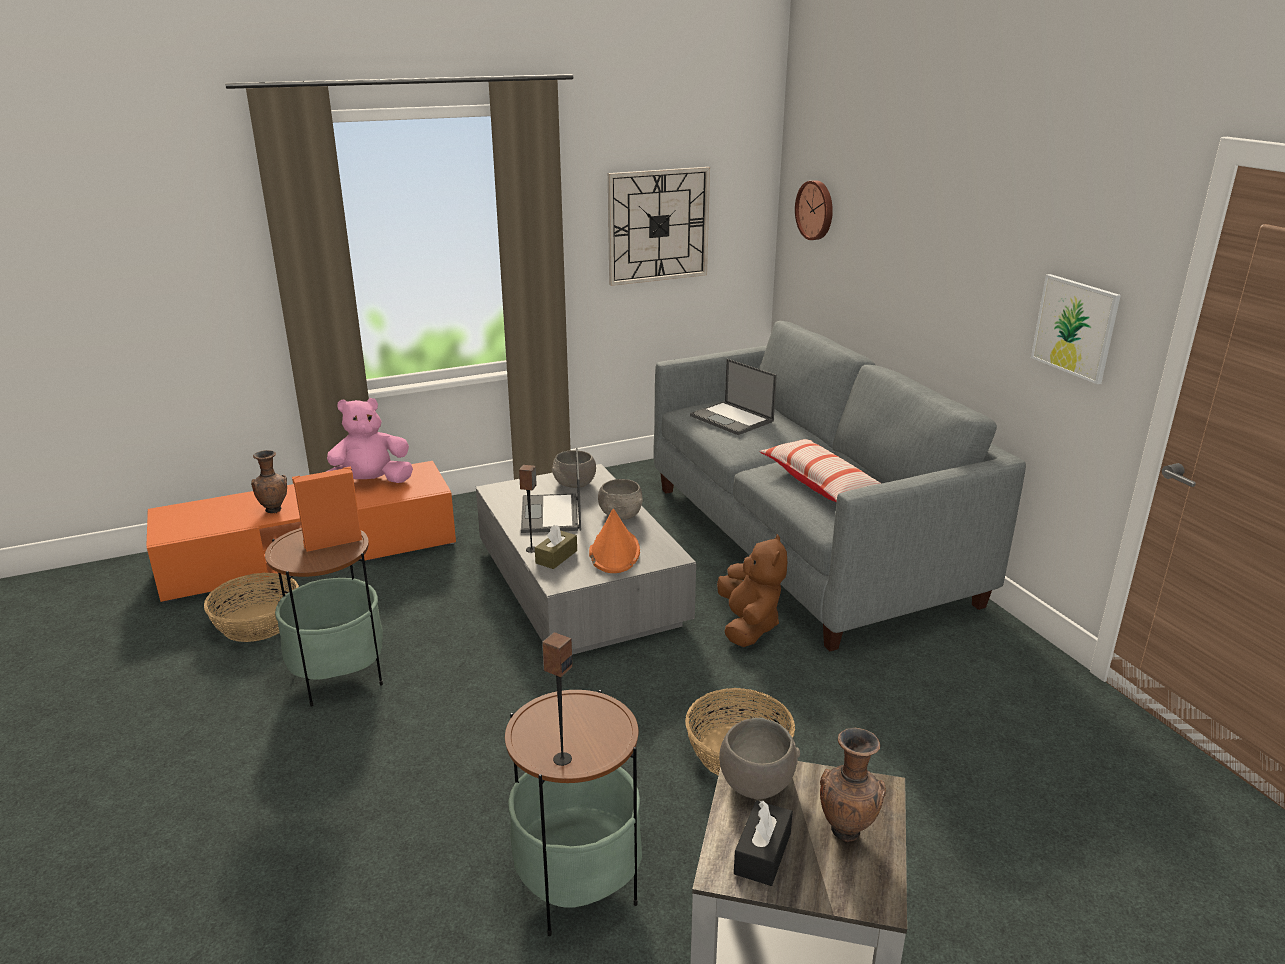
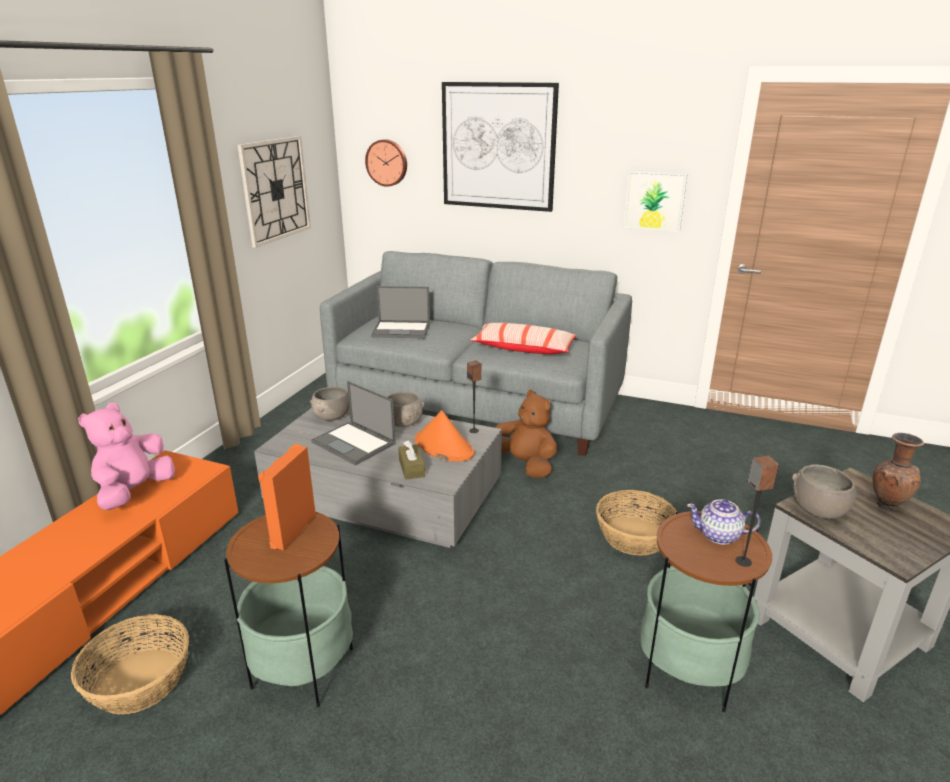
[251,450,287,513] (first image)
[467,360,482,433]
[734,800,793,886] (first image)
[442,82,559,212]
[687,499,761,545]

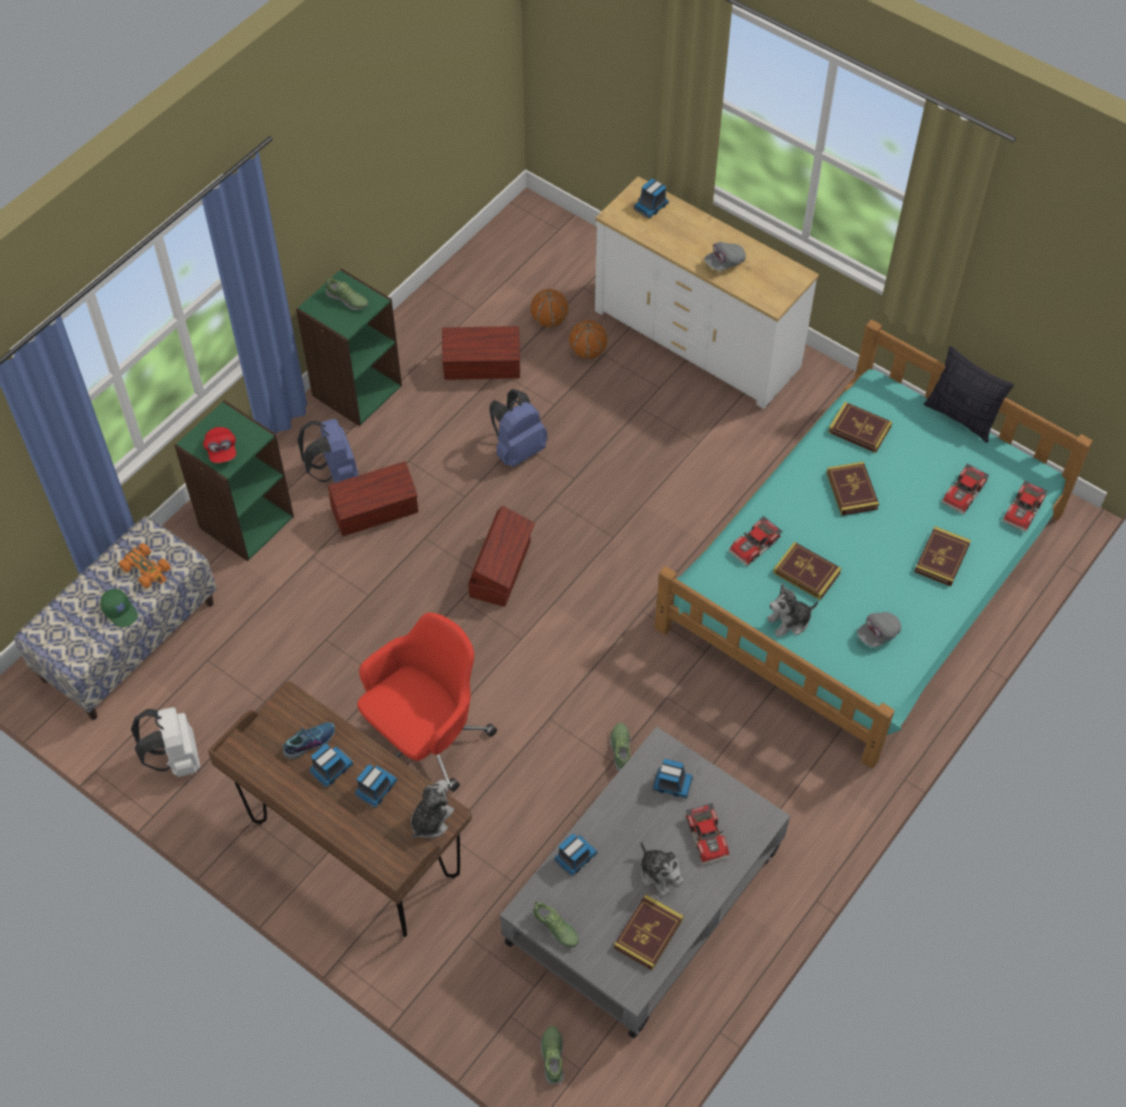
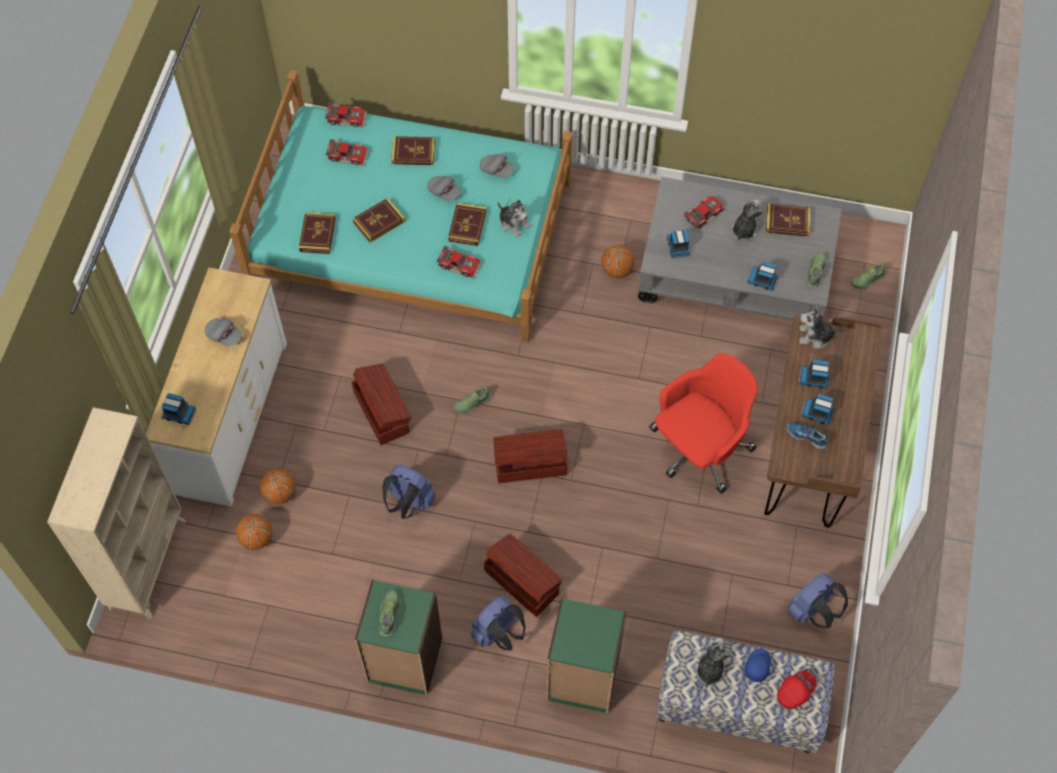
[745,648,771,682]
[695,638,732,688]
[787,573,848,628]
[777,671,817,709]
[649,353,758,494]
[352,364,411,445]
[453,387,491,414]
[924,346,1014,443] (first image)
[47,407,186,619]
[427,176,461,201]
[601,245,635,278]

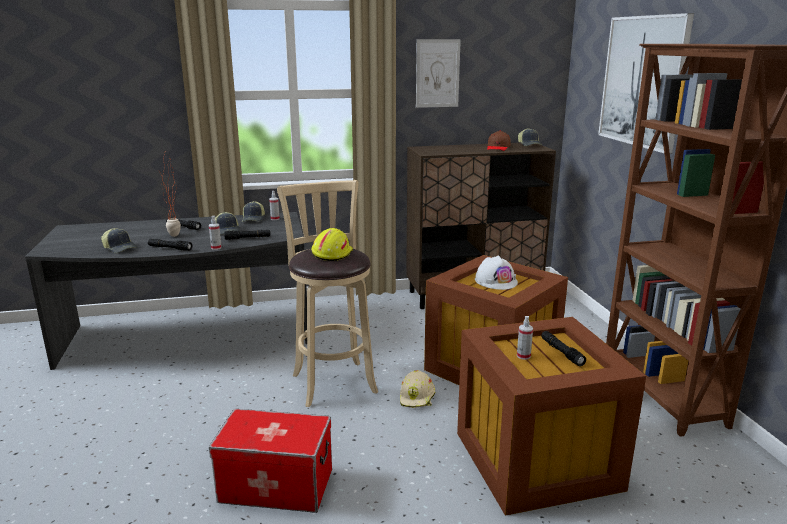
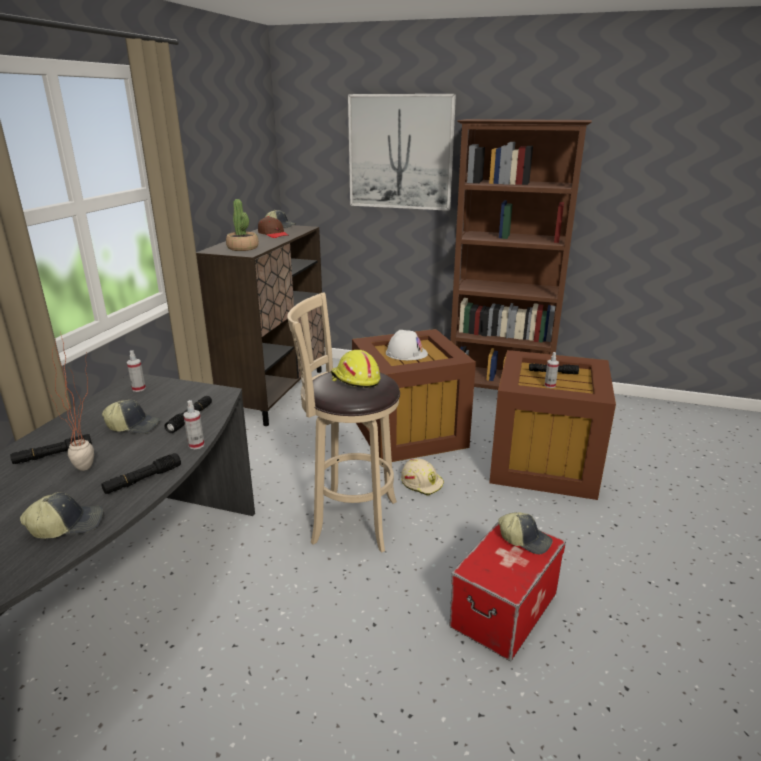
[498,512,553,554]
[416,39,461,108] (first image)
[226,199,259,251]

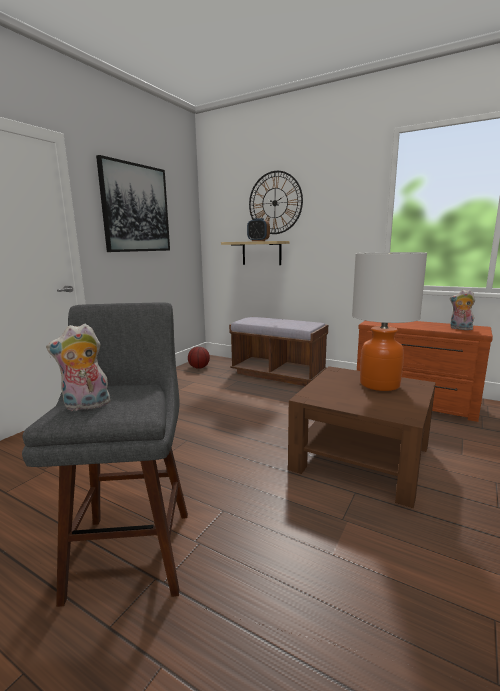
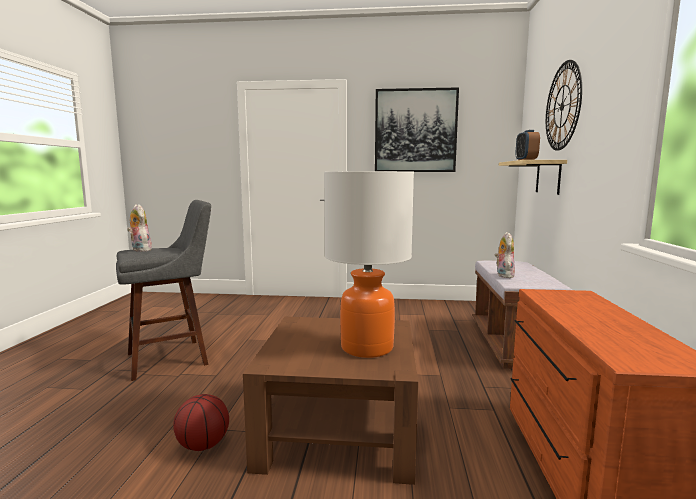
[173,394,229,451]
[495,232,515,278]

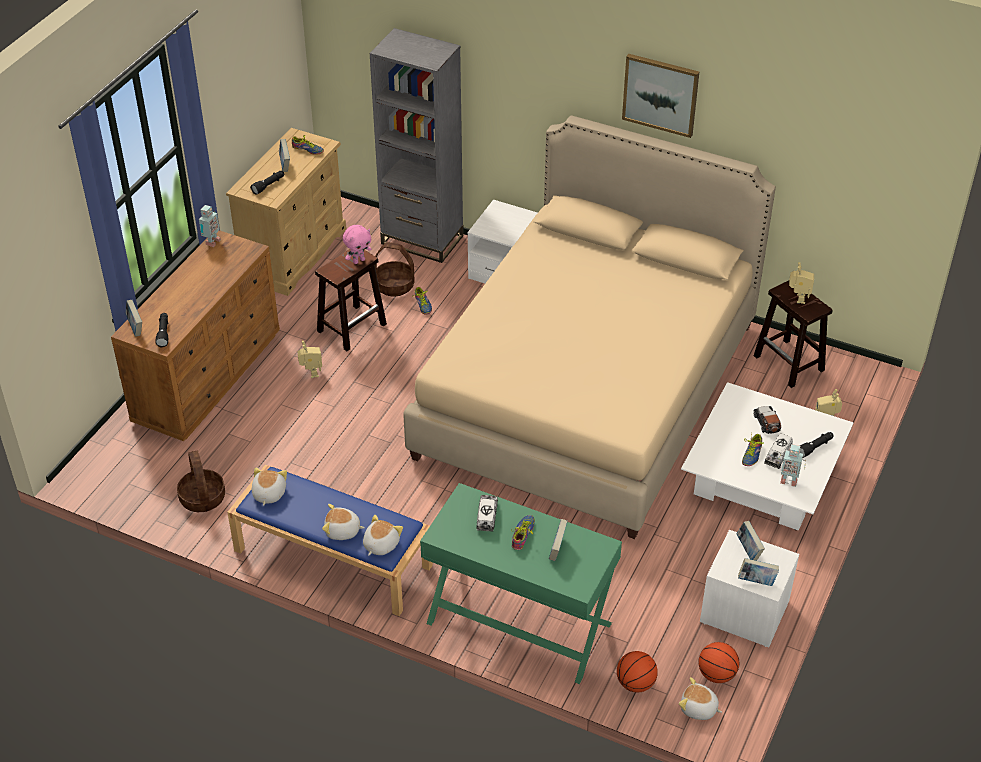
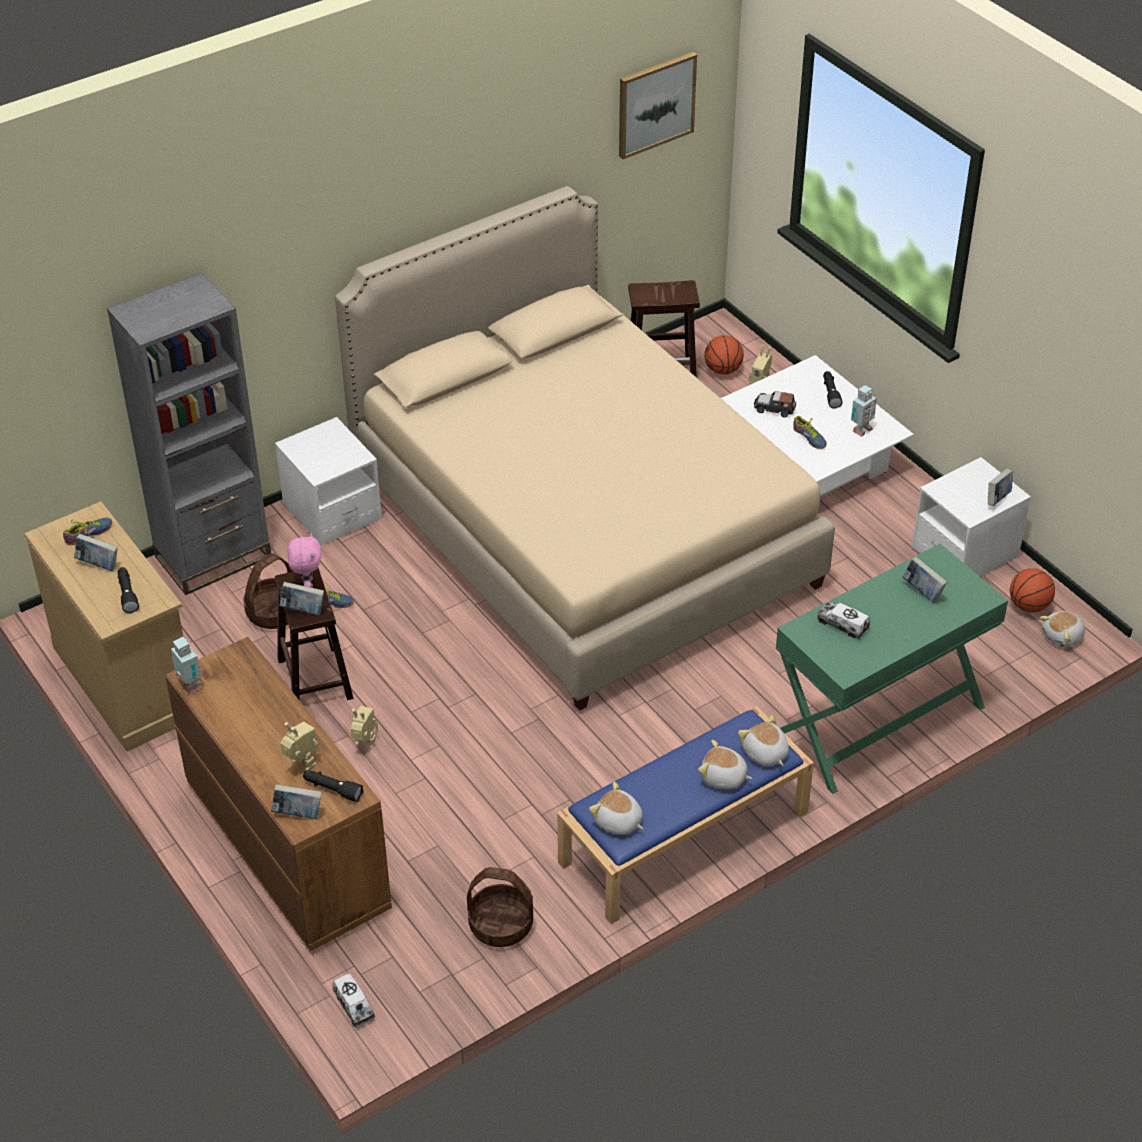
[698,740,752,789]
[511,515,535,550] (first image)
[704,335,744,375]
[619,52,697,159]
[279,582,324,615]
[332,973,375,1028]
[280,722,319,771]

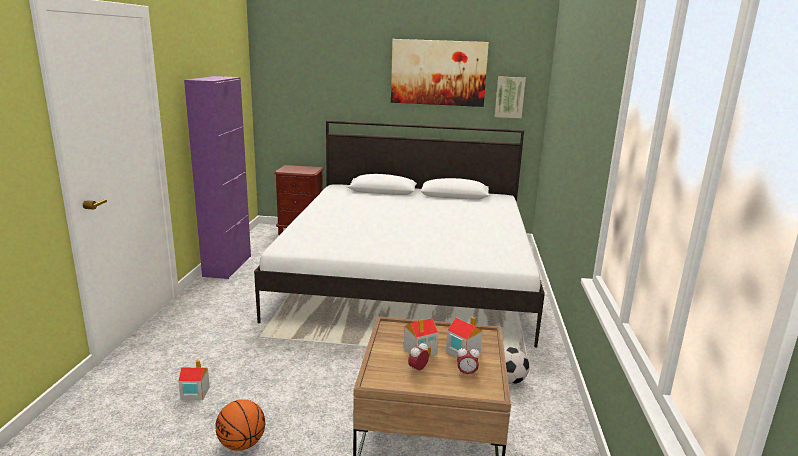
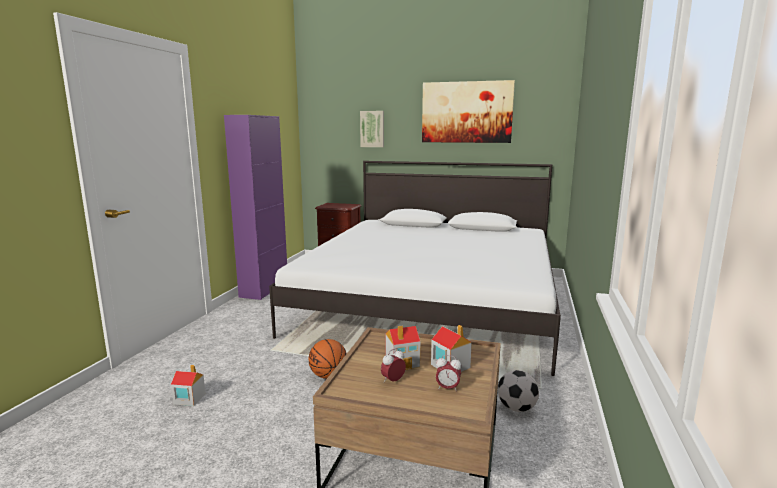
[309,339,347,379]
[360,111,384,147]

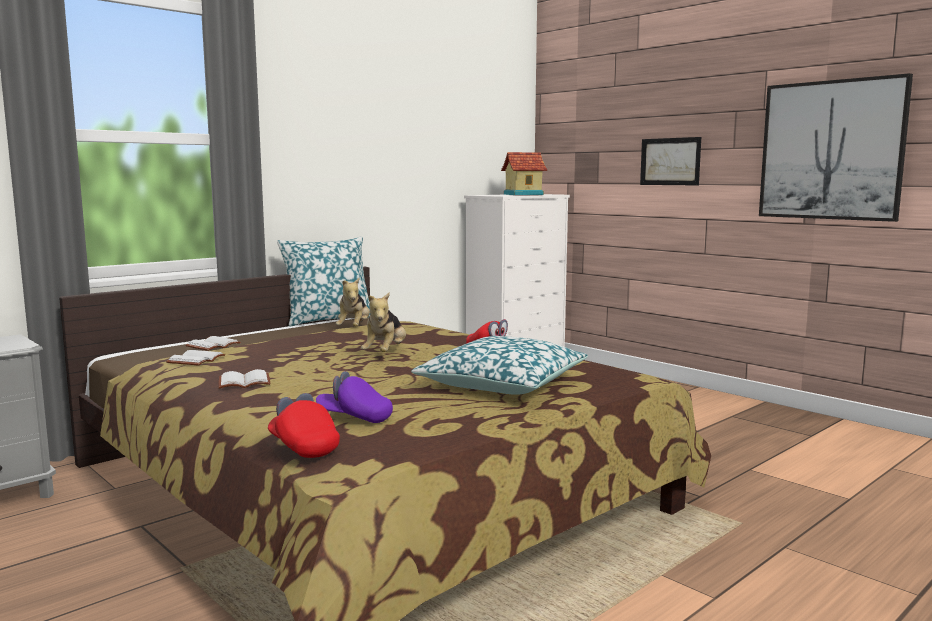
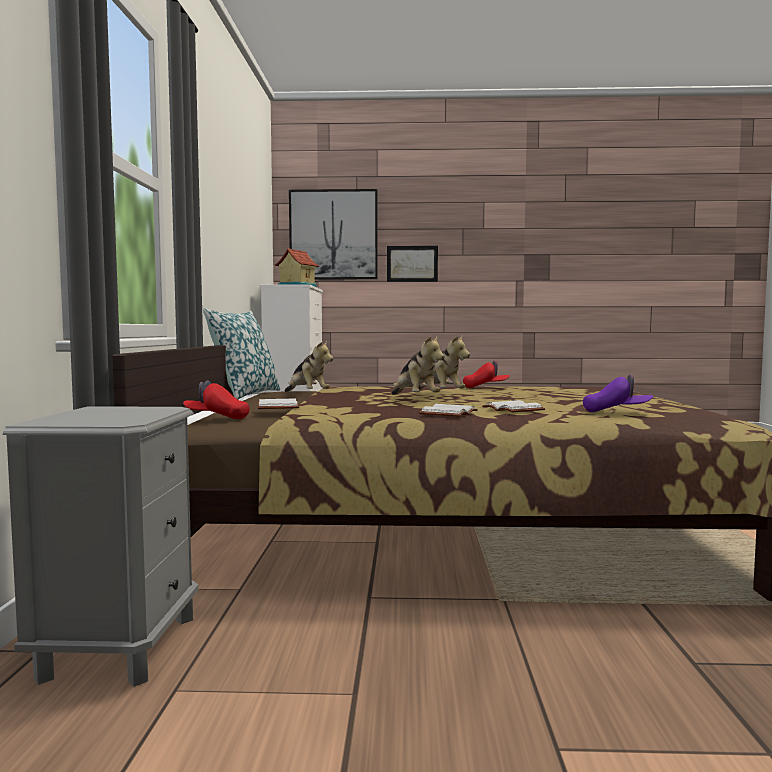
[482,400,545,413]
[183,380,249,419]
[583,374,653,412]
[411,336,588,395] (first image)
[289,189,378,279]
[391,335,444,395]

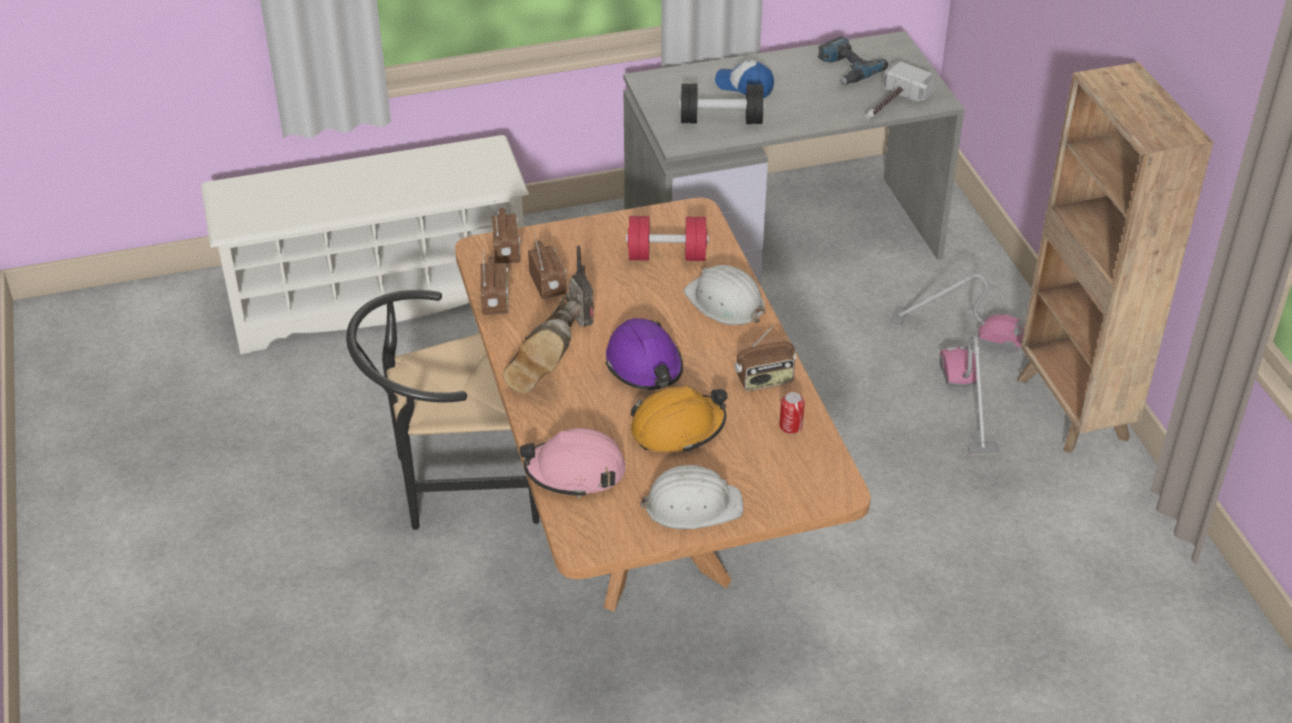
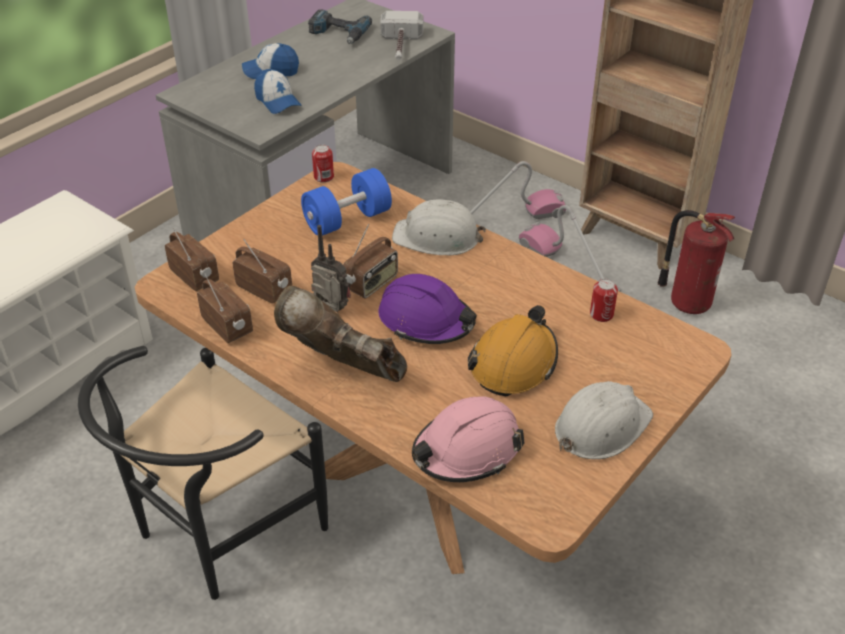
[274,286,407,382]
[301,168,392,236]
[254,69,302,114]
[343,224,398,298]
[312,145,334,183]
[657,210,735,314]

